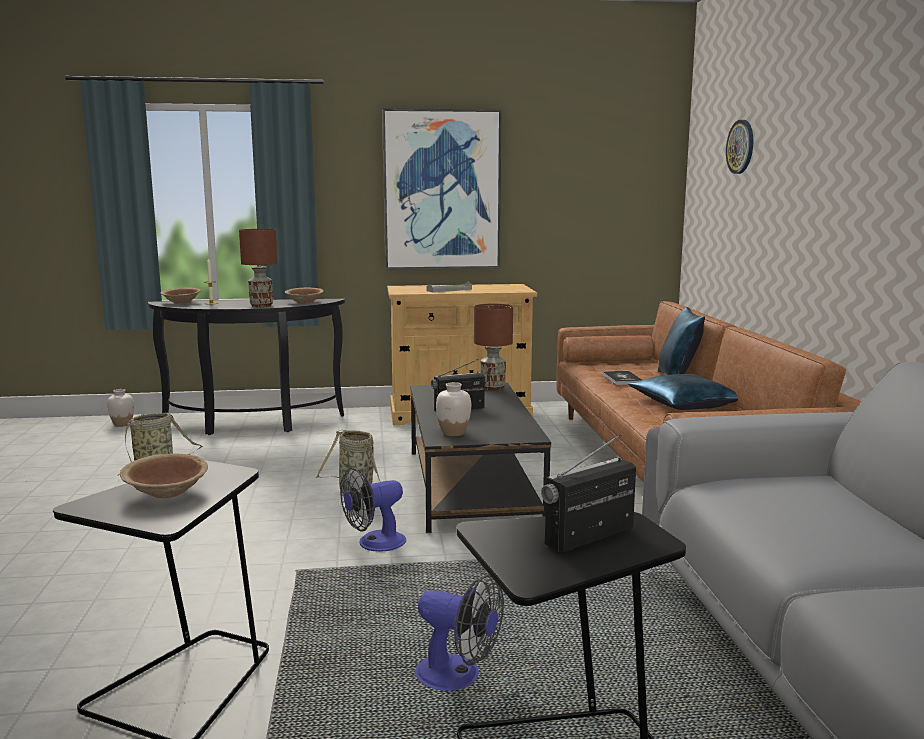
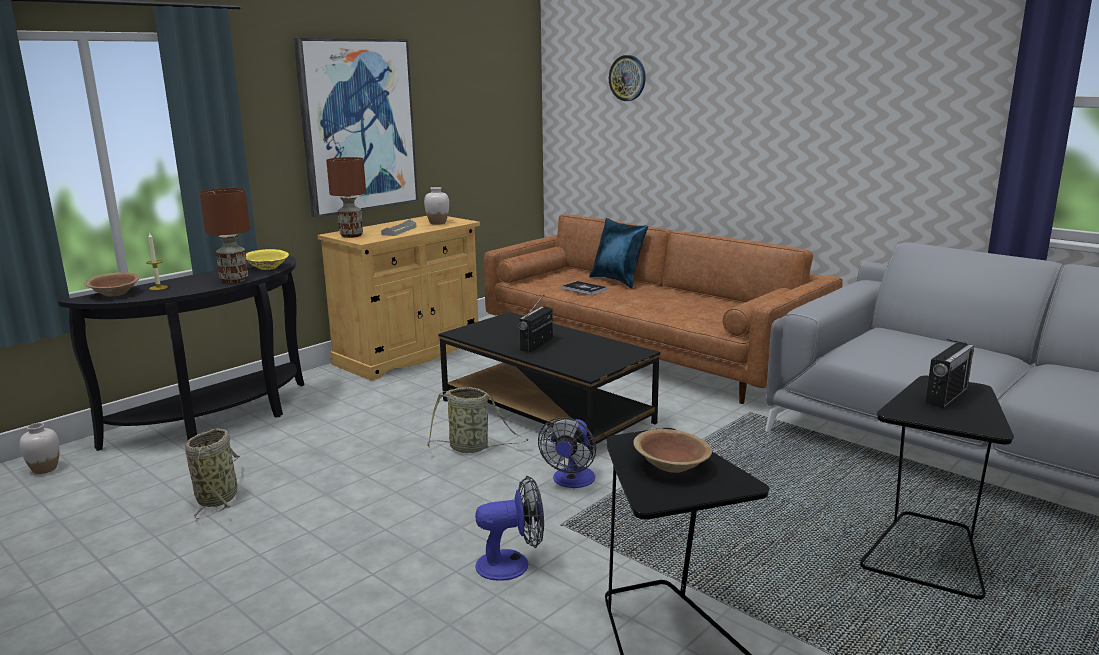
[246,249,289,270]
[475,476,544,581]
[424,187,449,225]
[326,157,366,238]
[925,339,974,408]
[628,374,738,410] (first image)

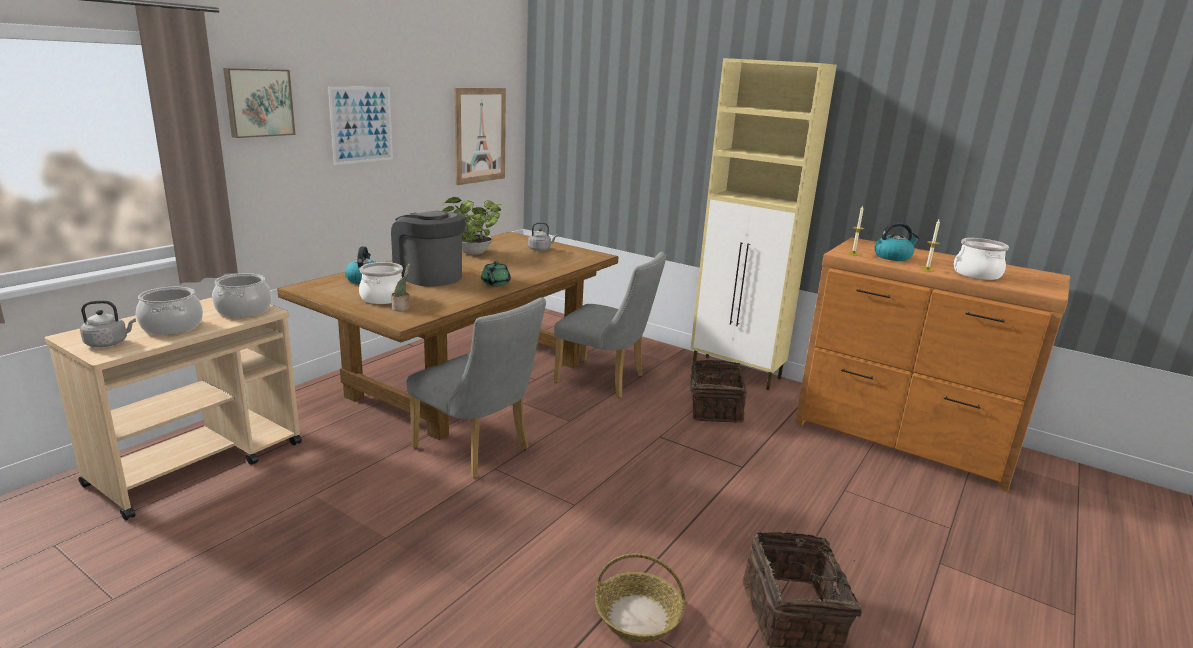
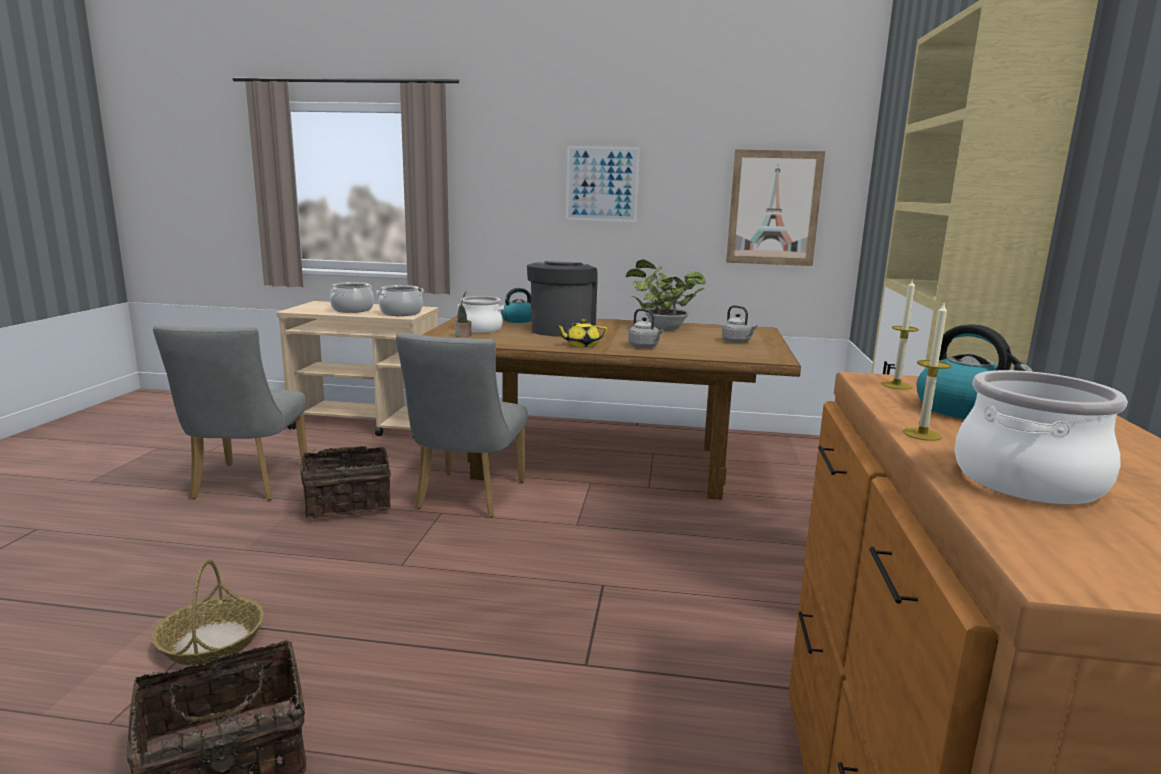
[628,309,664,348]
[223,68,296,138] (first image)
[555,319,607,347]
[153,325,307,500]
[300,446,391,519]

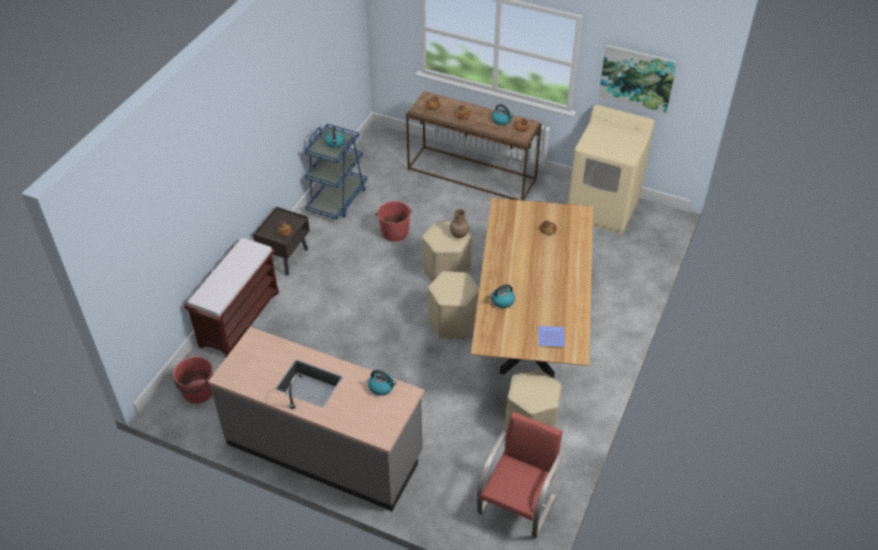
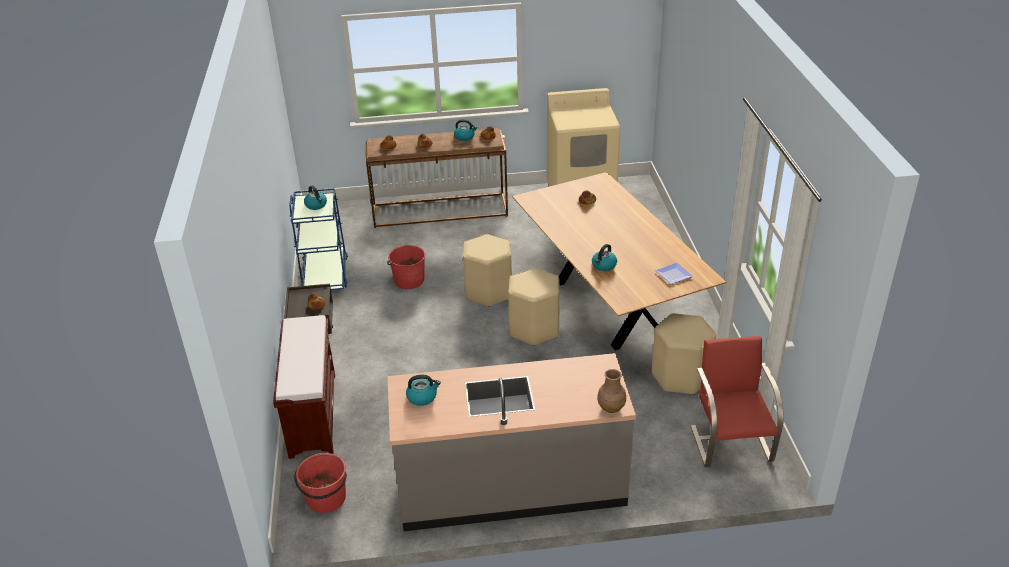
[406,375,441,406]
[597,369,626,413]
[598,44,677,114] (first image)

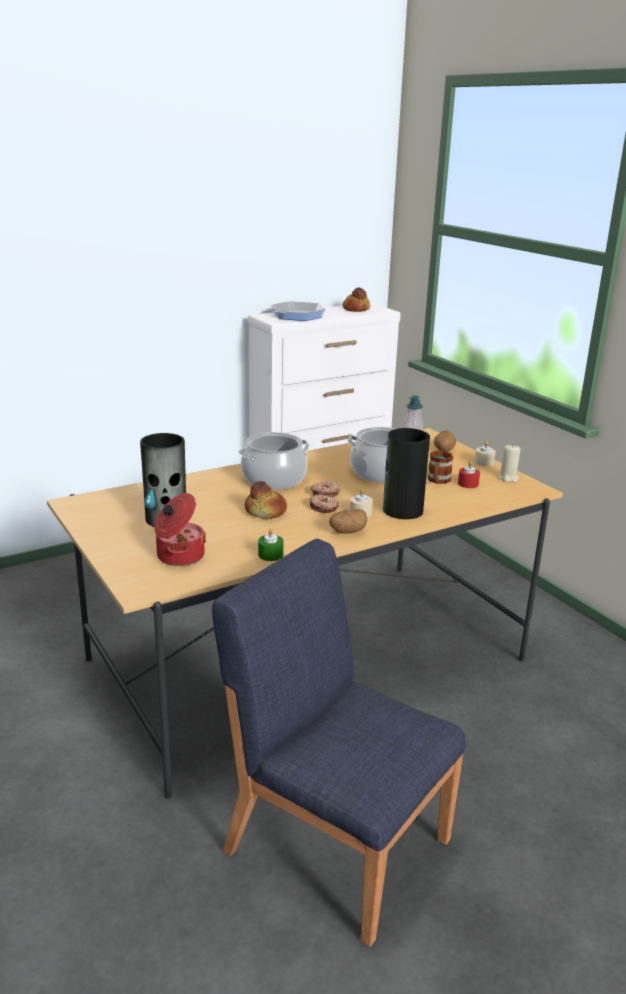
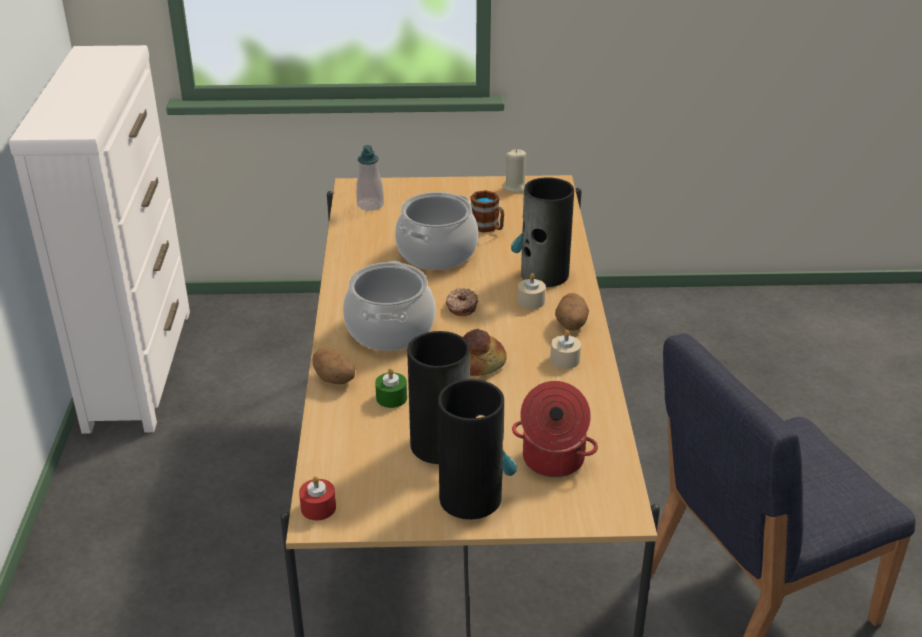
[375,368,407,408]
[271,301,326,321] (first image)
[310,494,339,513] (first image)
[343,288,370,312] (first image)
[313,348,355,384]
[299,476,336,520]
[550,330,581,369]
[438,379,517,519]

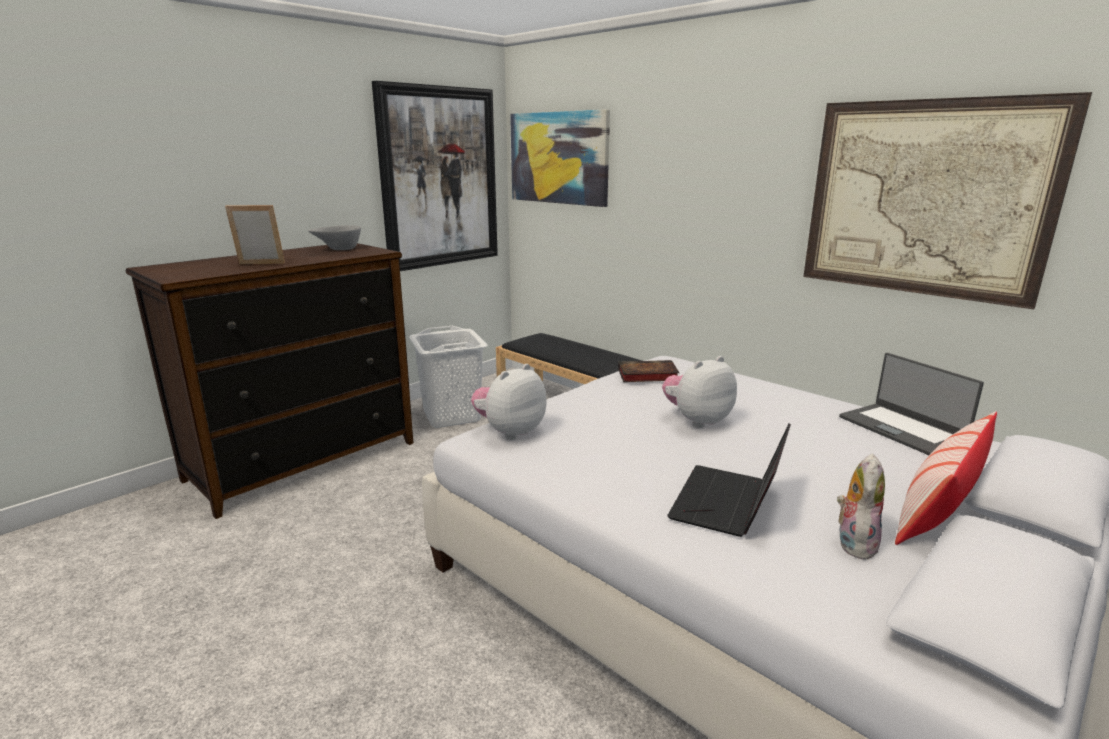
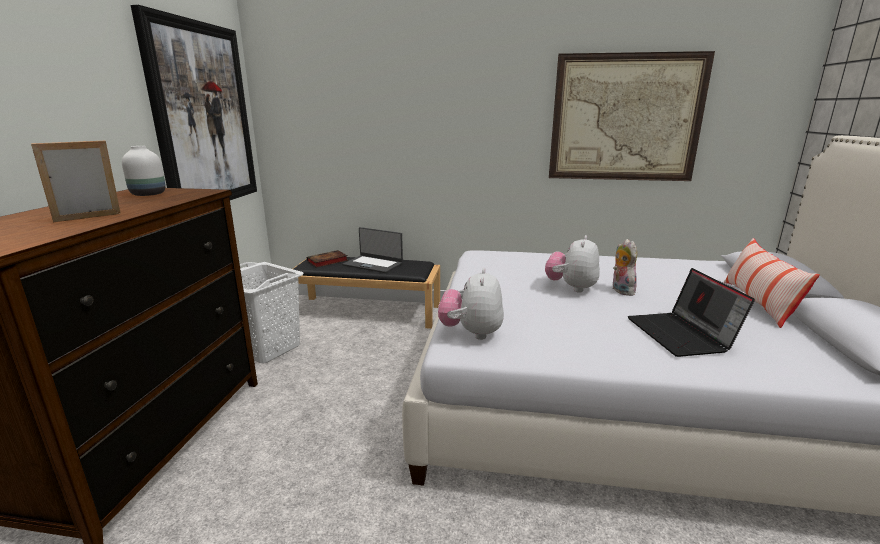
[122,146,166,196]
[510,109,610,207] (first image)
[307,250,348,268]
[613,239,637,296]
[343,227,403,273]

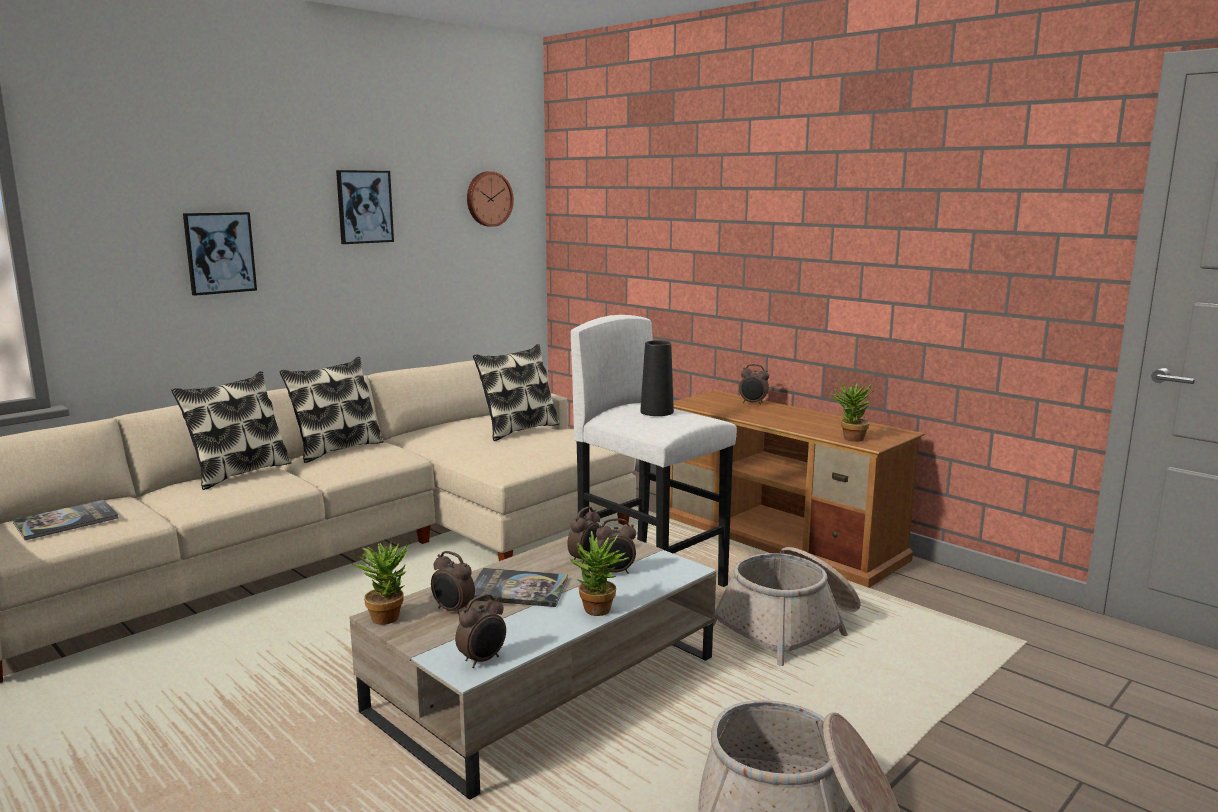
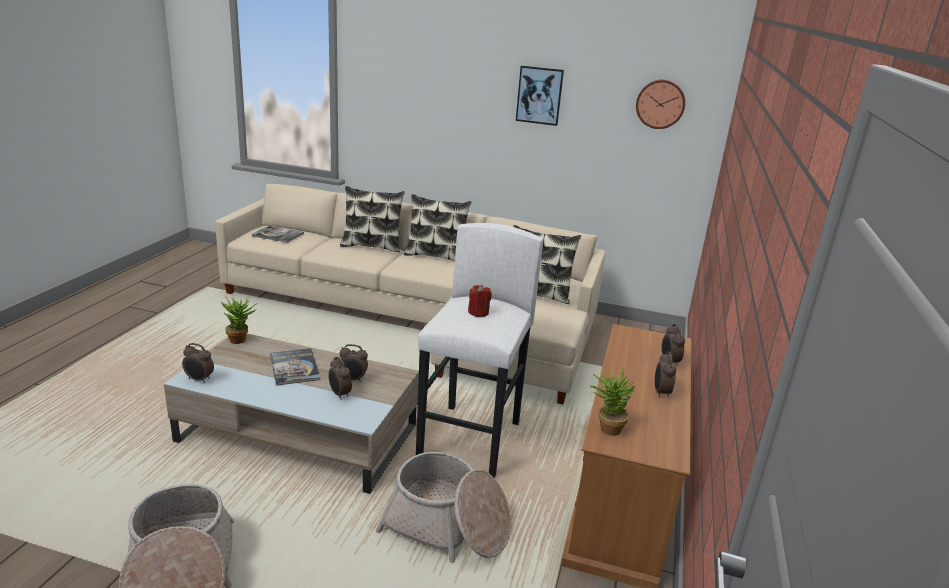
[183,212,257,296] (first image)
[655,351,676,398]
[569,531,630,616] (first image)
[468,285,492,317]

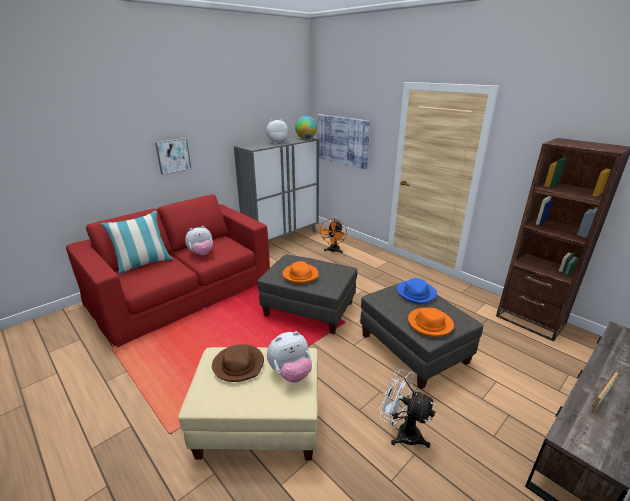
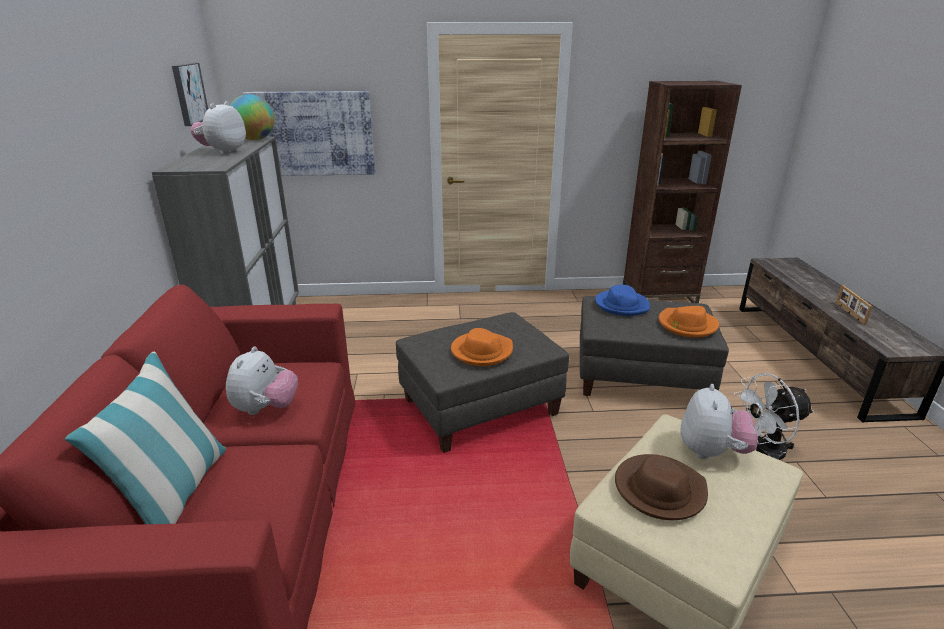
[172,63,208,126]
[319,218,347,253] (first image)

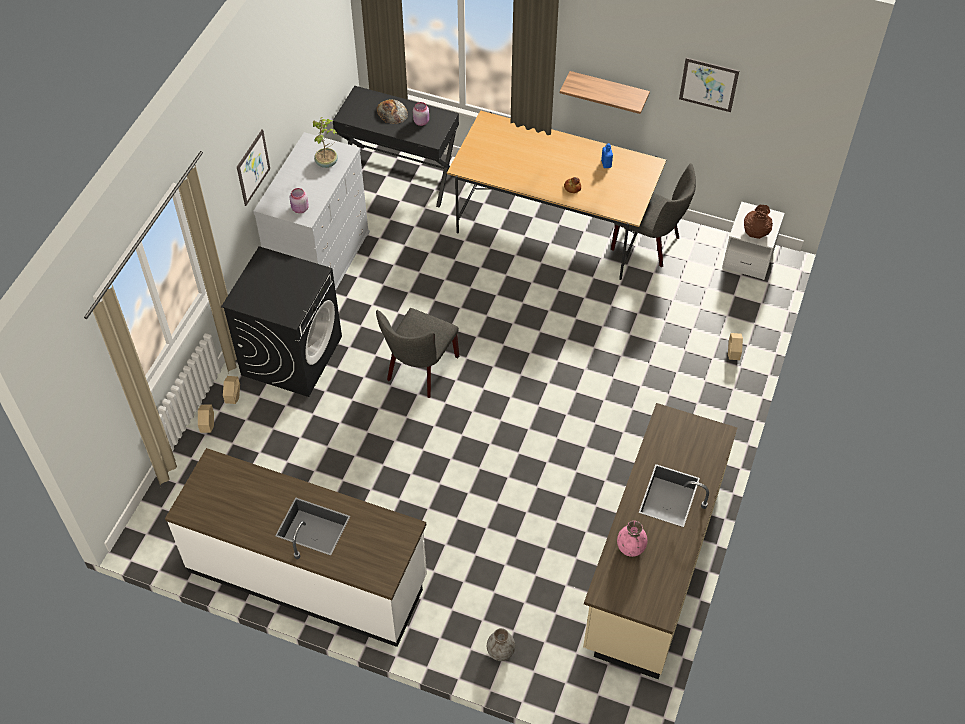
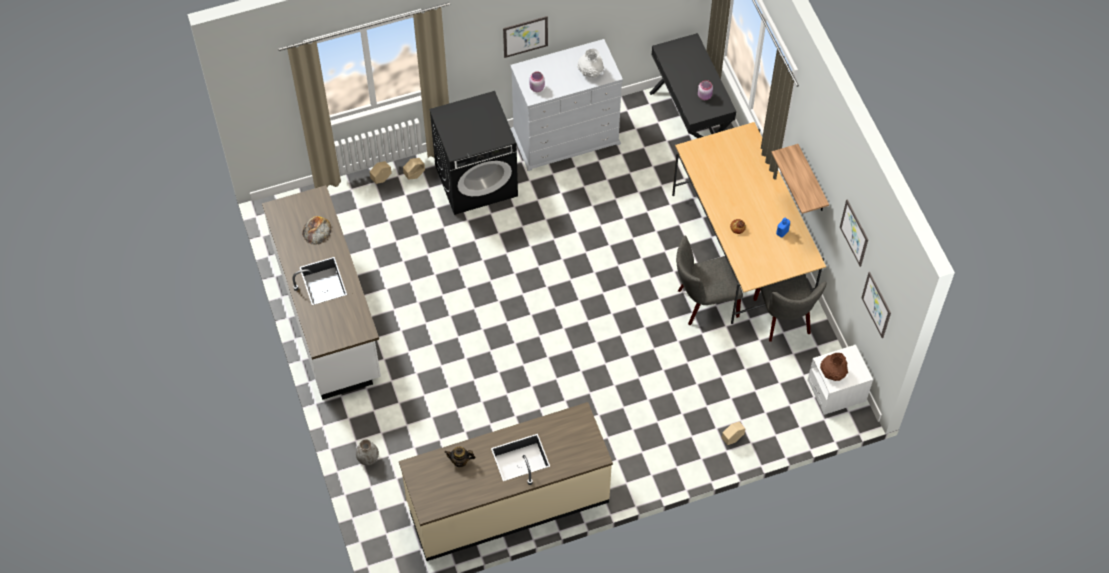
[578,49,604,78]
[676,235,743,325]
[302,216,331,245]
[444,447,476,467]
[861,272,891,338]

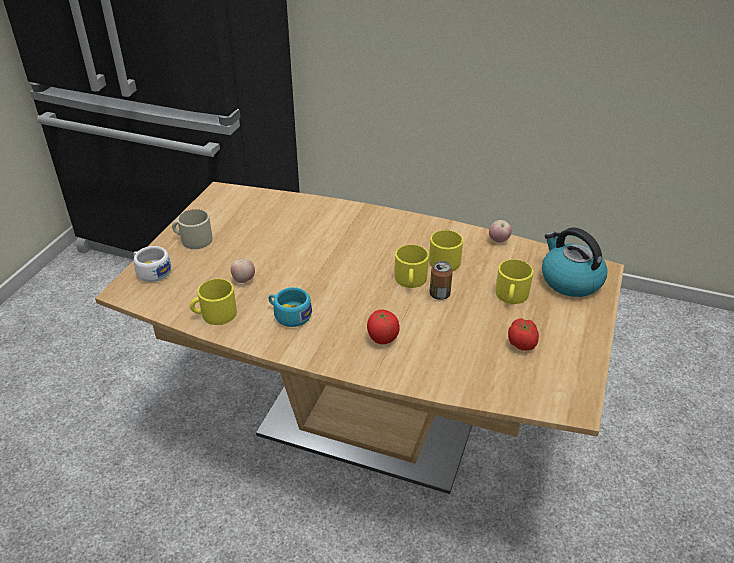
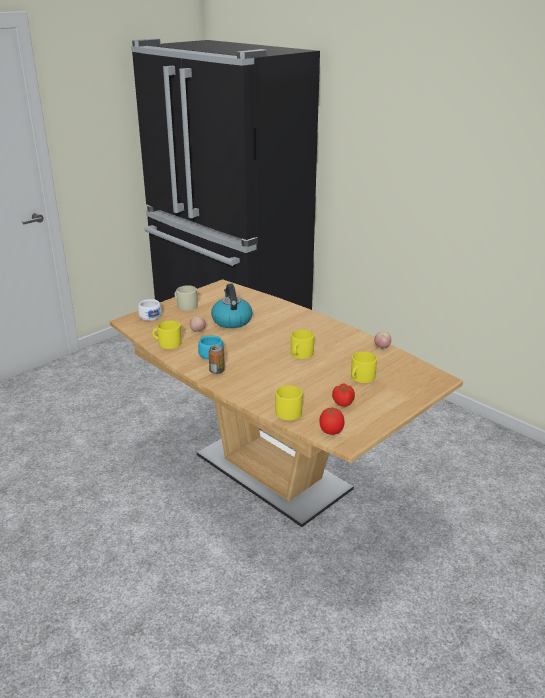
[319,408,344,435]
[275,385,303,420]
[209,345,225,374]
[211,284,252,328]

